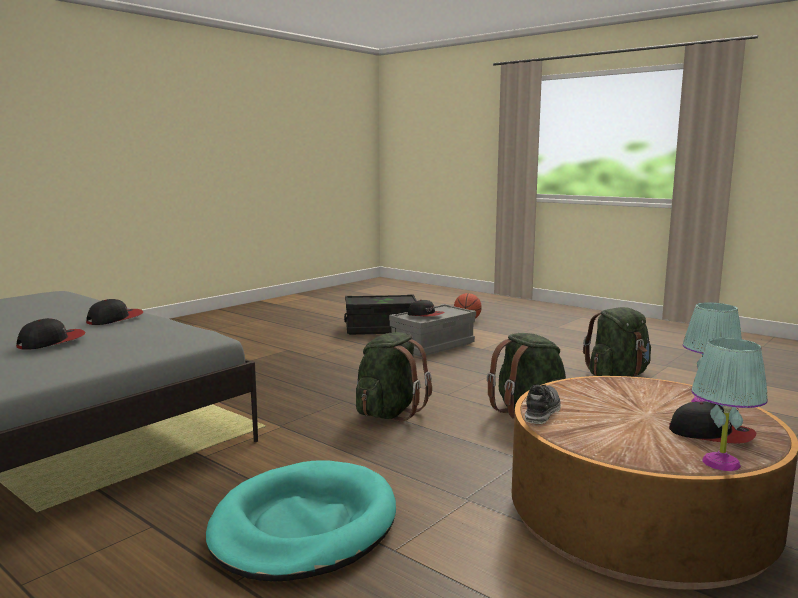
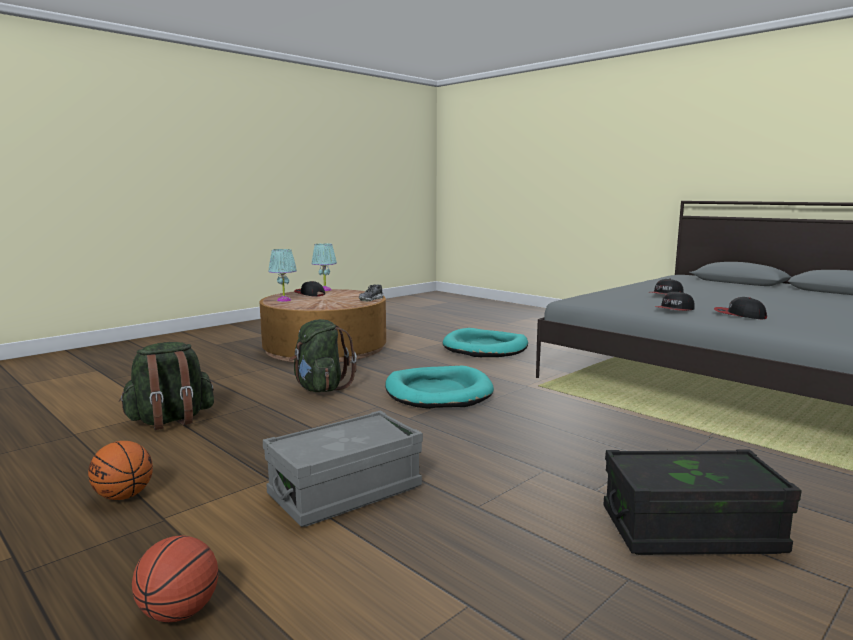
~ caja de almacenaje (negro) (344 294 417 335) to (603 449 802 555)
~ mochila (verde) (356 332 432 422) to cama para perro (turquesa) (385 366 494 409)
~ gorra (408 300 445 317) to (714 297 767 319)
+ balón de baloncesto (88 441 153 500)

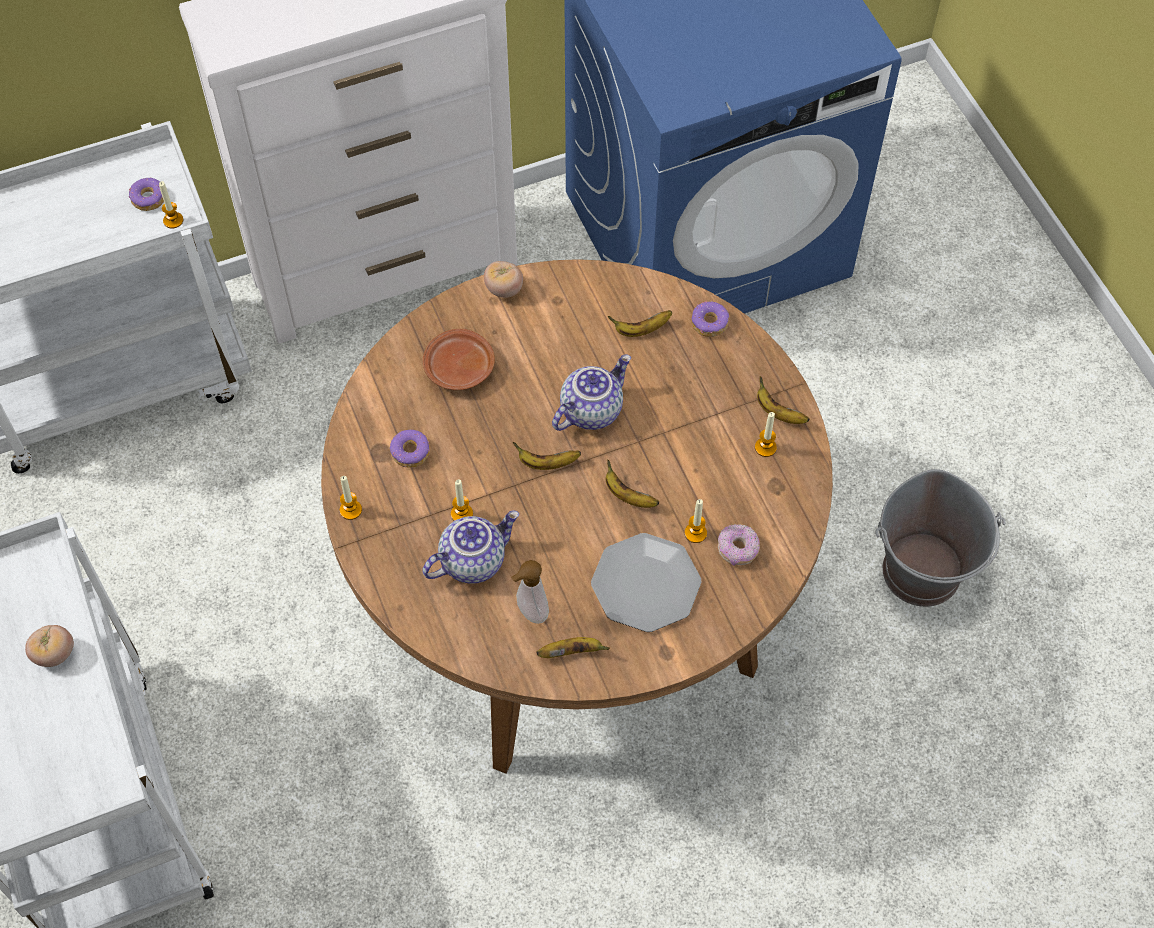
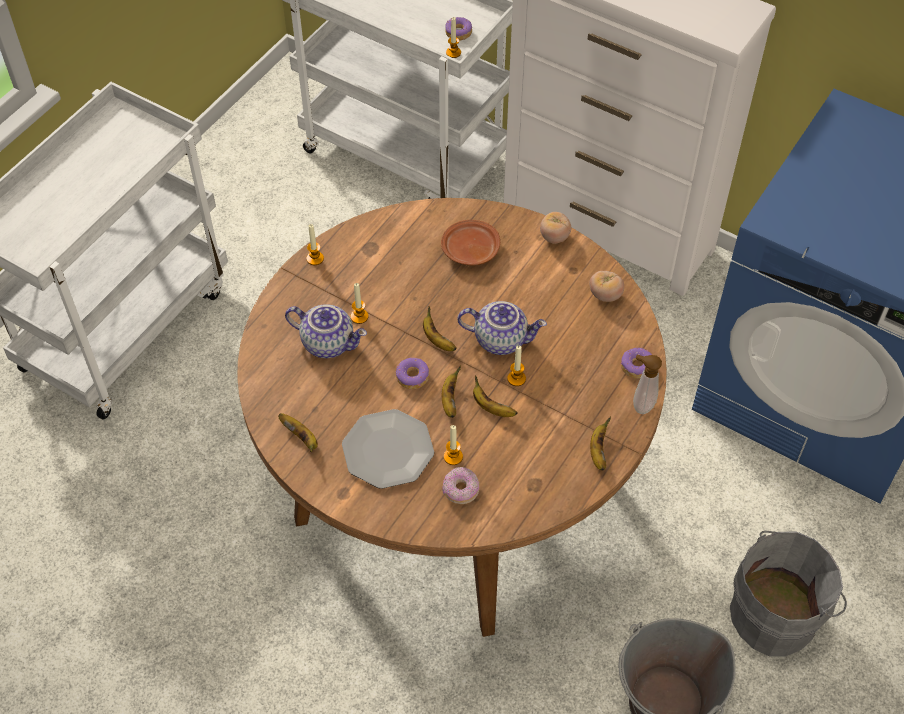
~ tomate (25 625 74 667) to (589 271 624 302)
~ rosquilla (390 430 430 468) to (395 358 429 389)
~ dispensador de jabón (511 560 549 624) to (633 355 662 414)
~ plátano (608 310 672 337) to (473 375 518 417)
~ vela (755 412 777 457) to (507 346 526 386)
+ cubo (gris) (730 531 847 657)

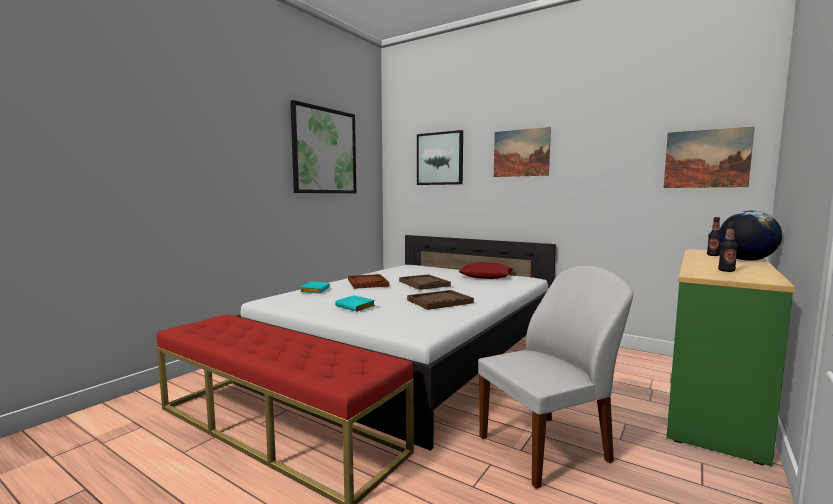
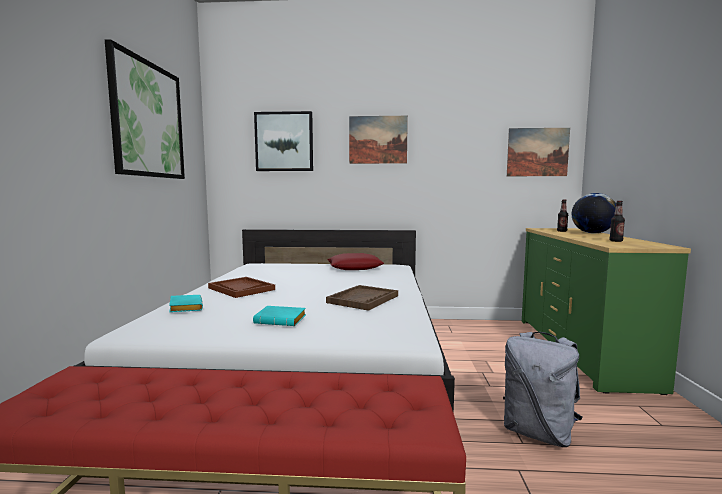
- bandeja (marrón) (399 274 451 290)
~ silla (blanco) (478 266 633 489) to mochila (gris) (503 332 583 447)

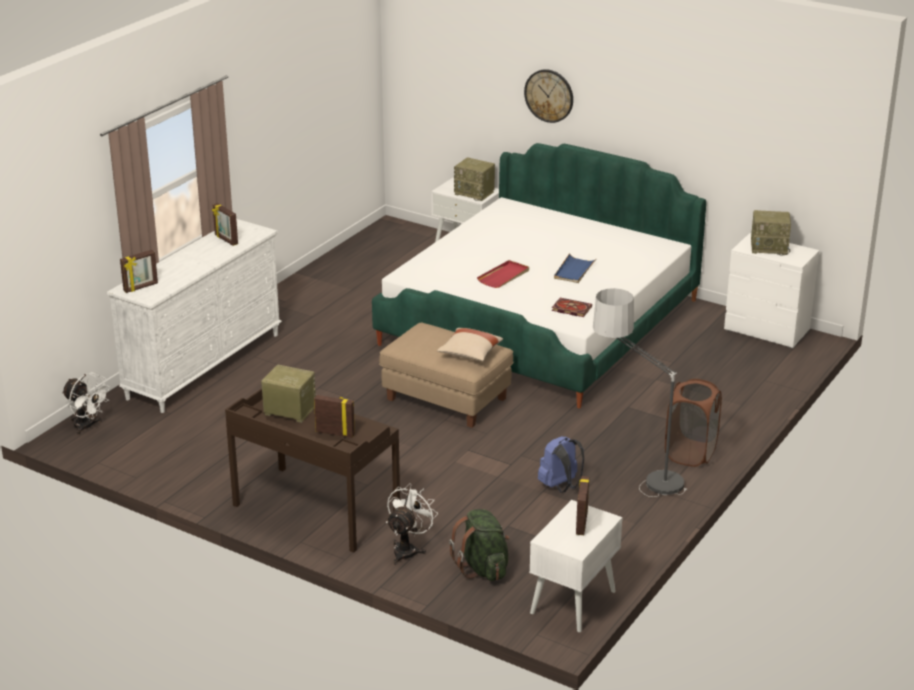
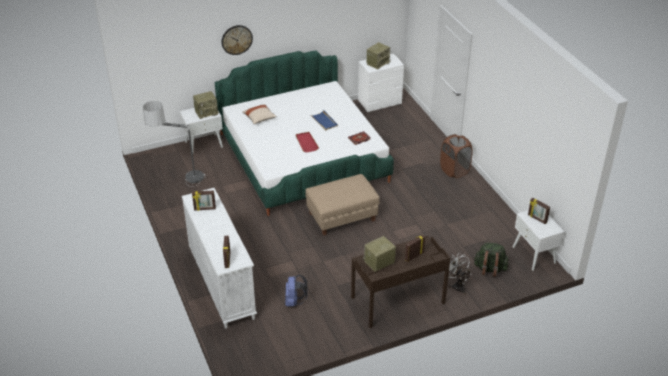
- ventilador (blanco) (62 373 111 435)
~ cojín (beis) (437 328 503 361) to (242 104 277 124)
~ mochila (azul) (538 436 584 493) to (285 275 307 306)
~ lámpara de pie (593 288 687 497) to (143 101 206 187)

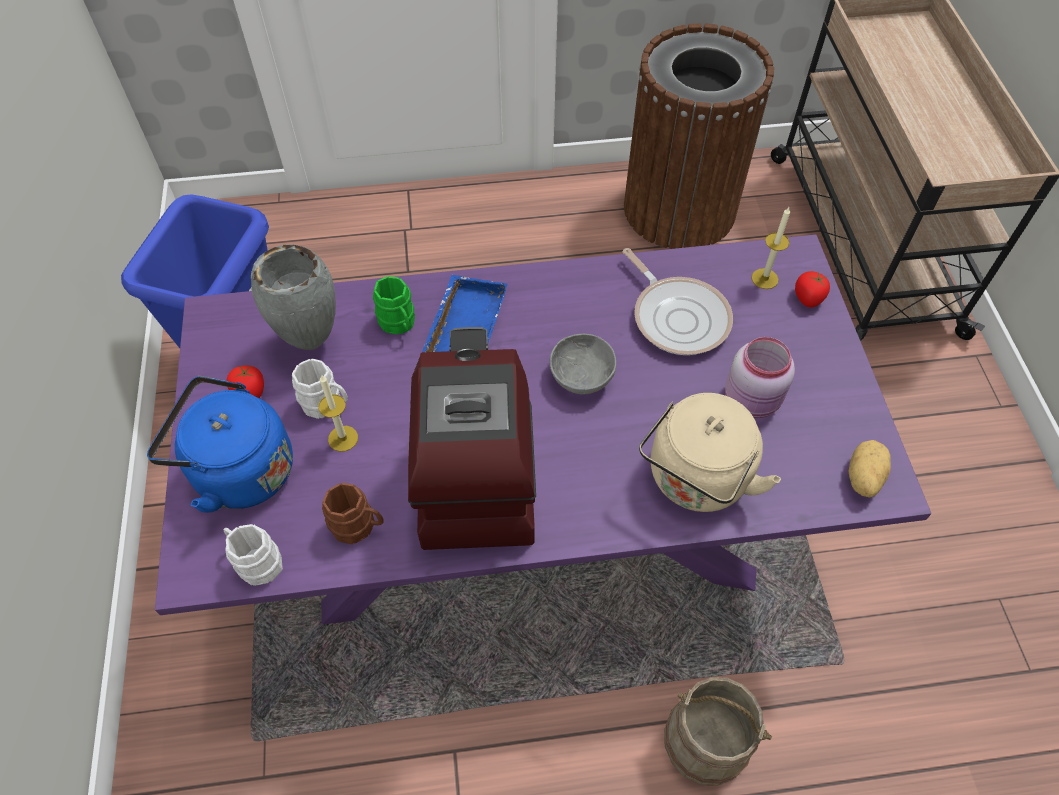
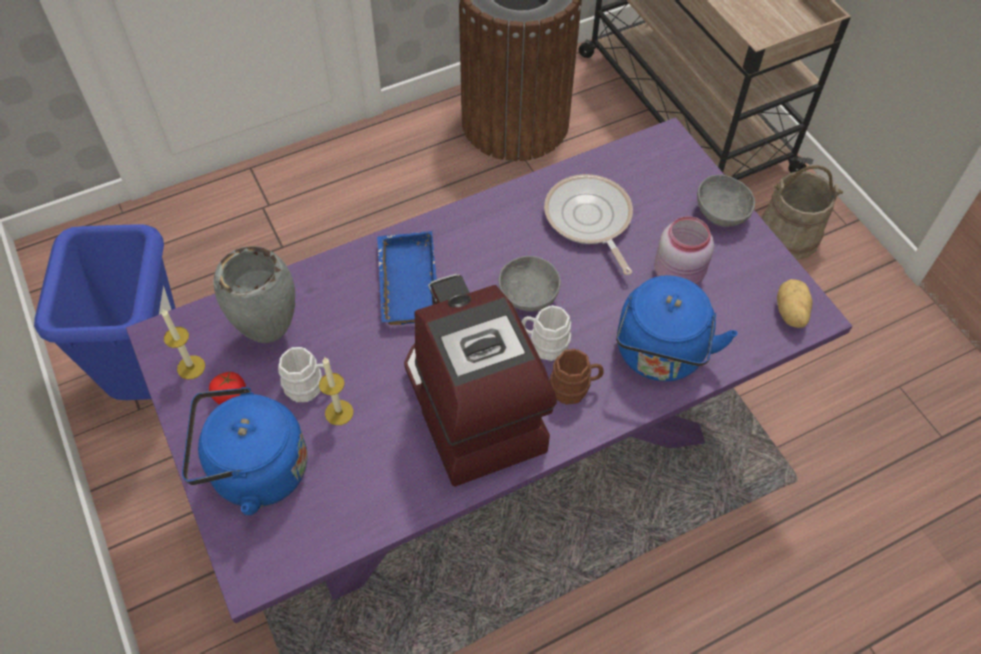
~ taza grande (blanco) (224 524 283 586) to (521 305 571 361)
~ taza grande (marrón) (322 483 384 544) to (550 349 604 405)
- taza grande (verde) (373 276 415 334)
~ sartén (623 248 733 355) = (544 174 633 275) 150 degrees counterclockwise
~ hervidor (beis) (639 393 781 512) to hervidor (azul) (616 275 738 381)
~ cubo (beis) (664 677 772 786) to (762 165 843 260)
~ vela (751 207 790 289) to (161 309 205 380)
- tomate (795 271 830 308)
+ cuenco (gris) (697 175 755 227)

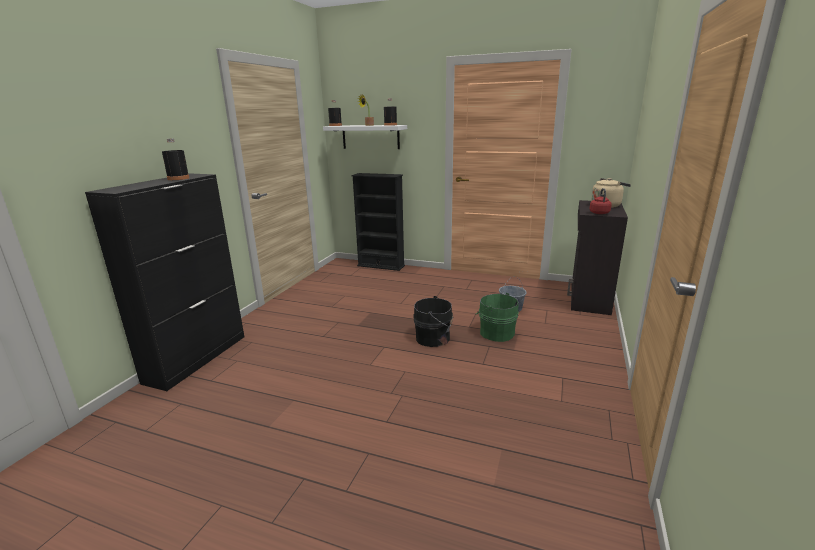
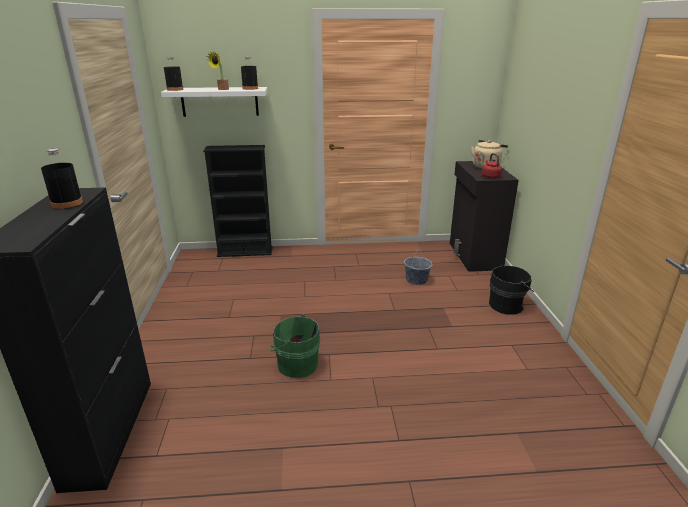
~ cubo (negro) (414 296 453 347) to (489 264 534 315)
~ cubo (verde) (476 293 519 342) to (270 315 320 378)

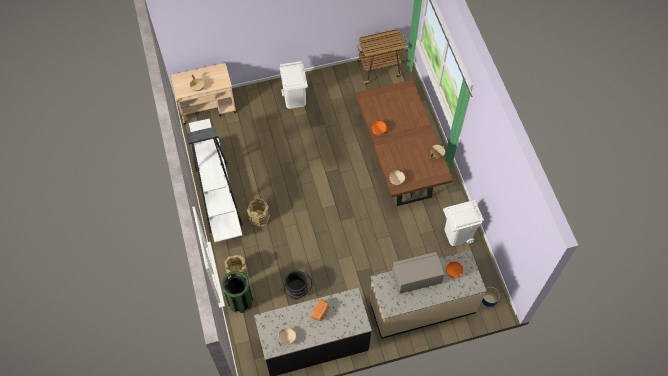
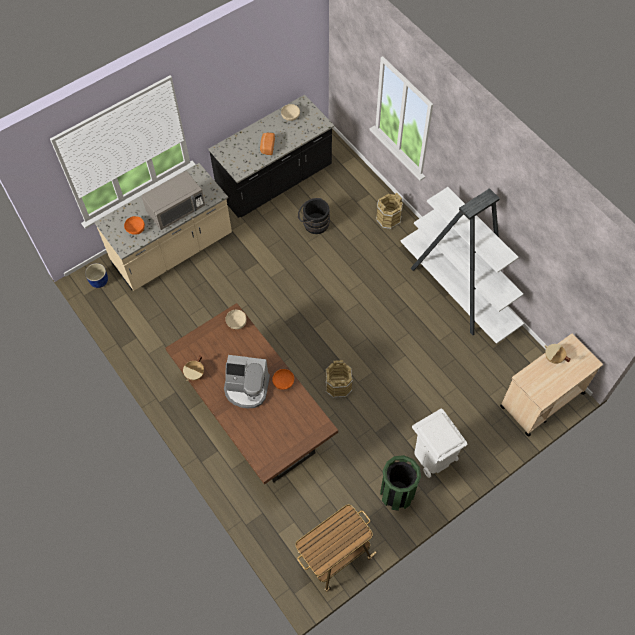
~ papelera (verde) (221 271 253 313) to (380 455 421 511)
~ cubo (marrón) (247 197 270 227) to (326 360 353 398)
- papelera (blanco) (443 200 484 246)
+ cafetera (224 355 270 408)

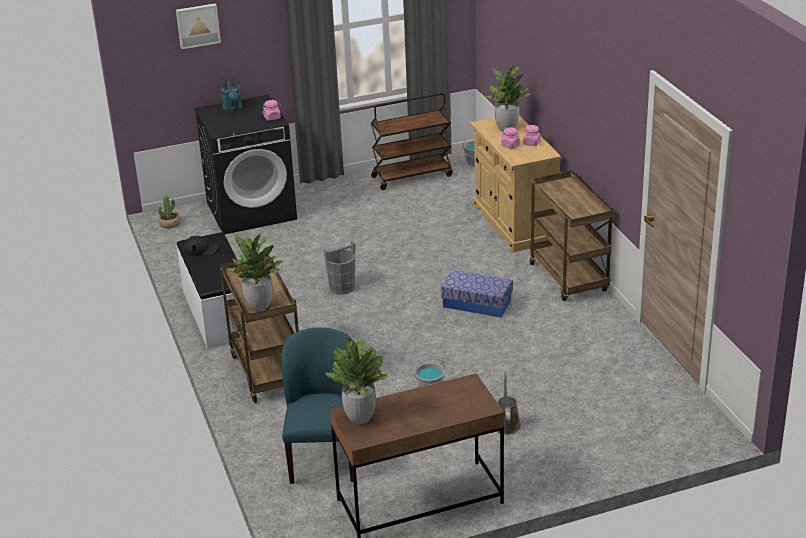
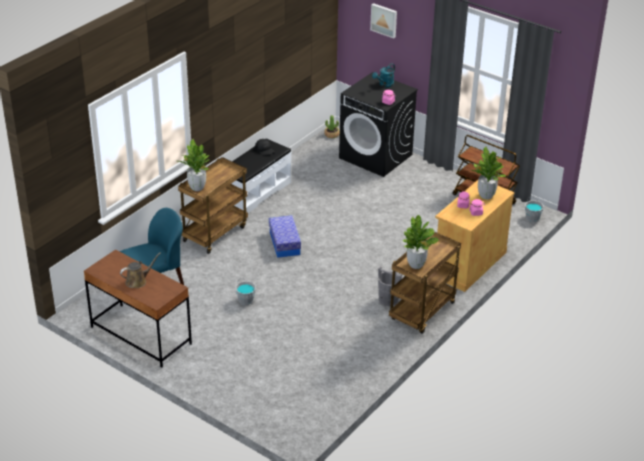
~ cubo (gris) (323 241 356 295) to (378 266 402 306)
~ planta en maceta (326 338 389 424) to (402 214 439 269)
~ caja de almacenaje (441 270 513 318) to (269 215 301 258)
~ regadera (marrón) (496 372 521 435) to (120 252 161 288)

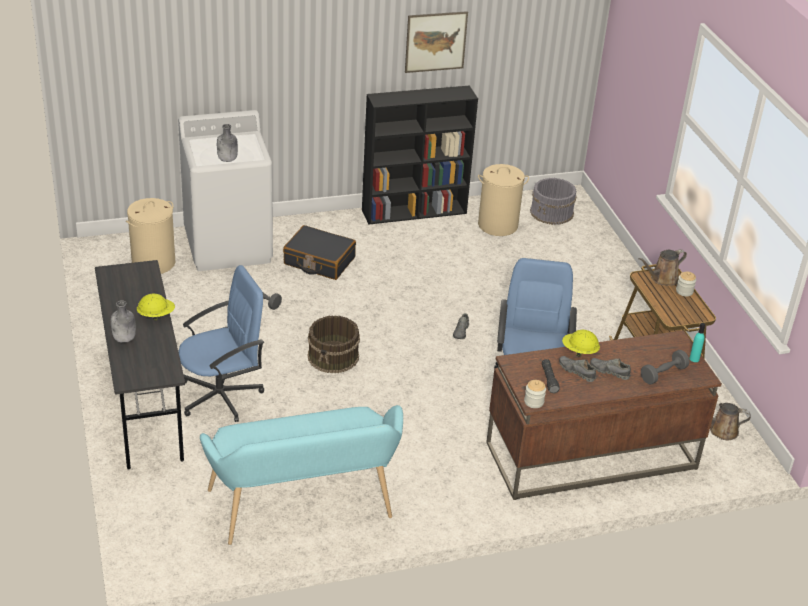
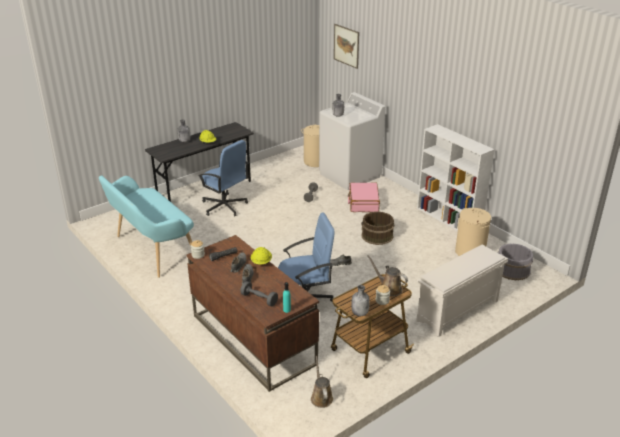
~ maleta (negro) (283 225 356 280) to maleta (rosa) (348 183 380 212)
~ cubo (marrón) (308 315 360 373) to (361 211 394 245)
~ estantería (negro) (362 85 478 225) to estantería (blanco) (417 124 494 231)
~ cuadro (405 11 468 73) to (334 24 359 69)
+ botella (gris) (351 285 370 316)
+ zapatero (blanco) (416 245 508 337)

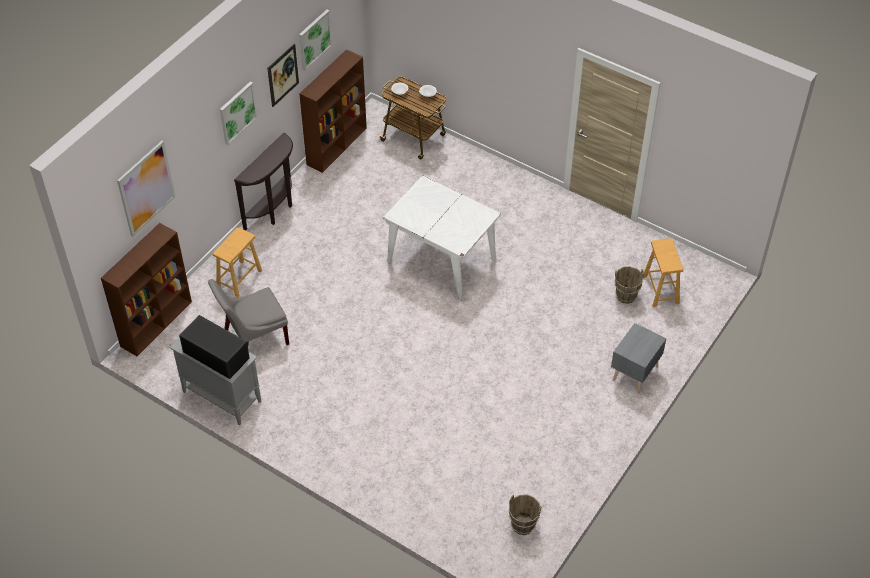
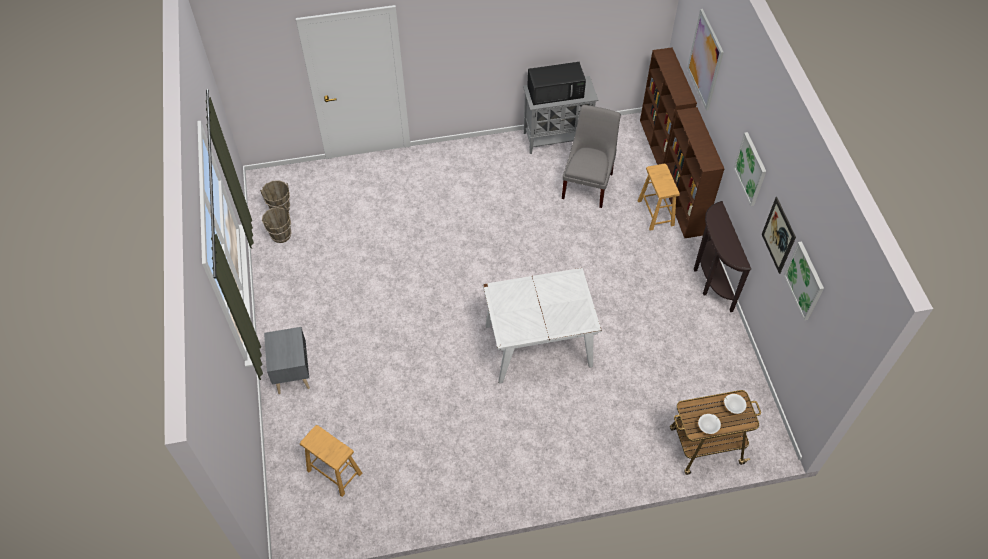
~ estantería (marrón) (299 49 367 173) to (665 107 724 238)
~ cubo (marrón) (615 266 644 304) to (262 206 291 243)

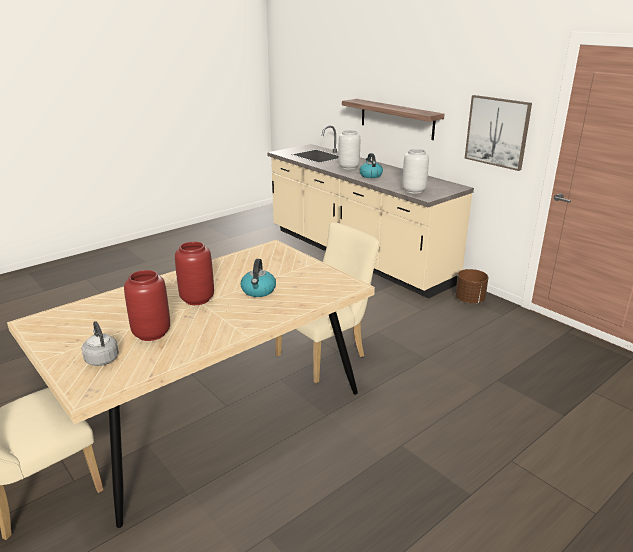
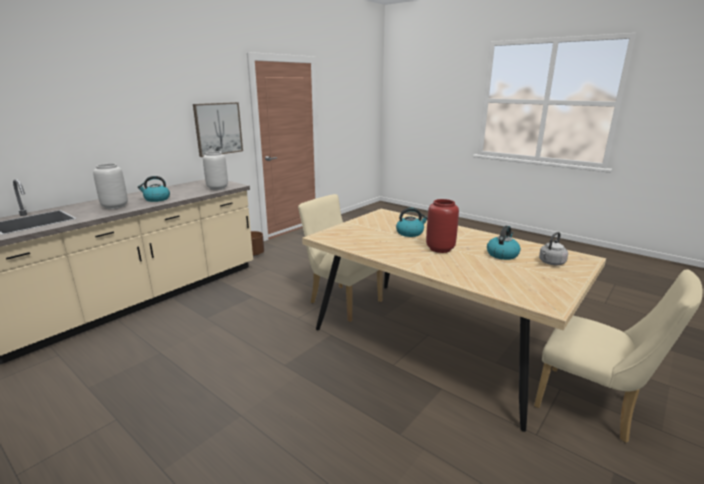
~ florero (rojo) (124 270 170 341) to hervidor (487 226 521 260)
- estante (342 99 444 140)

